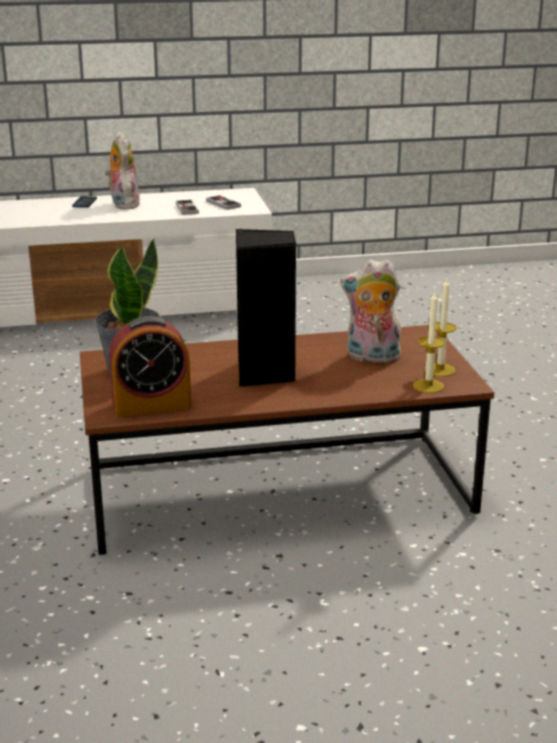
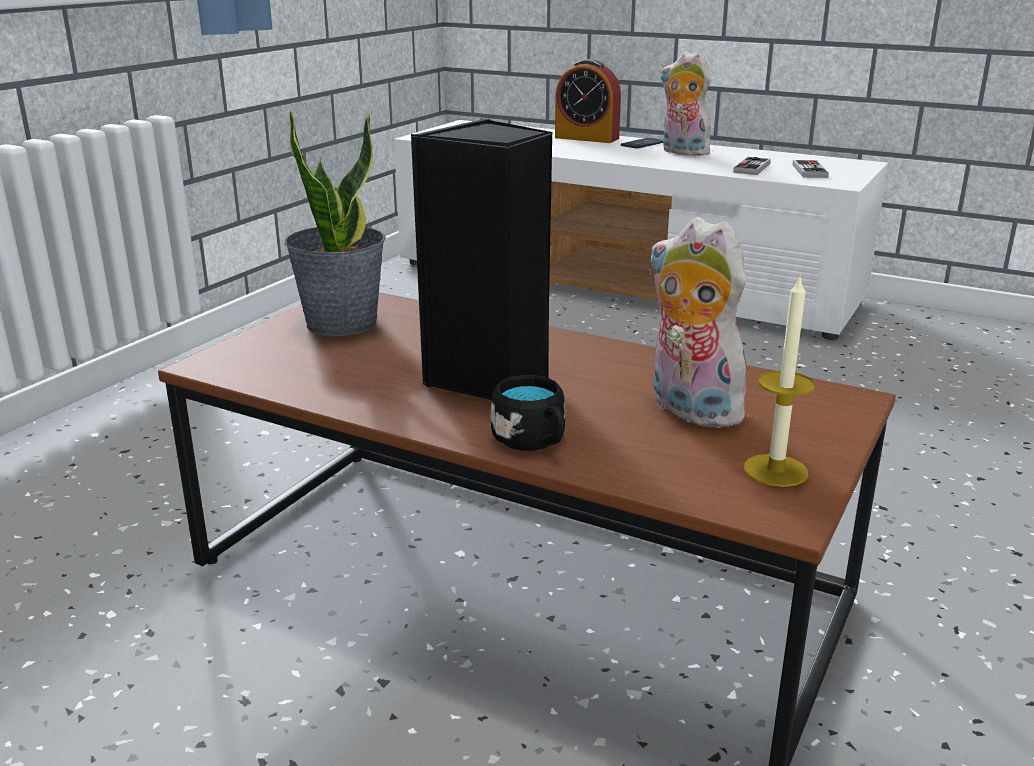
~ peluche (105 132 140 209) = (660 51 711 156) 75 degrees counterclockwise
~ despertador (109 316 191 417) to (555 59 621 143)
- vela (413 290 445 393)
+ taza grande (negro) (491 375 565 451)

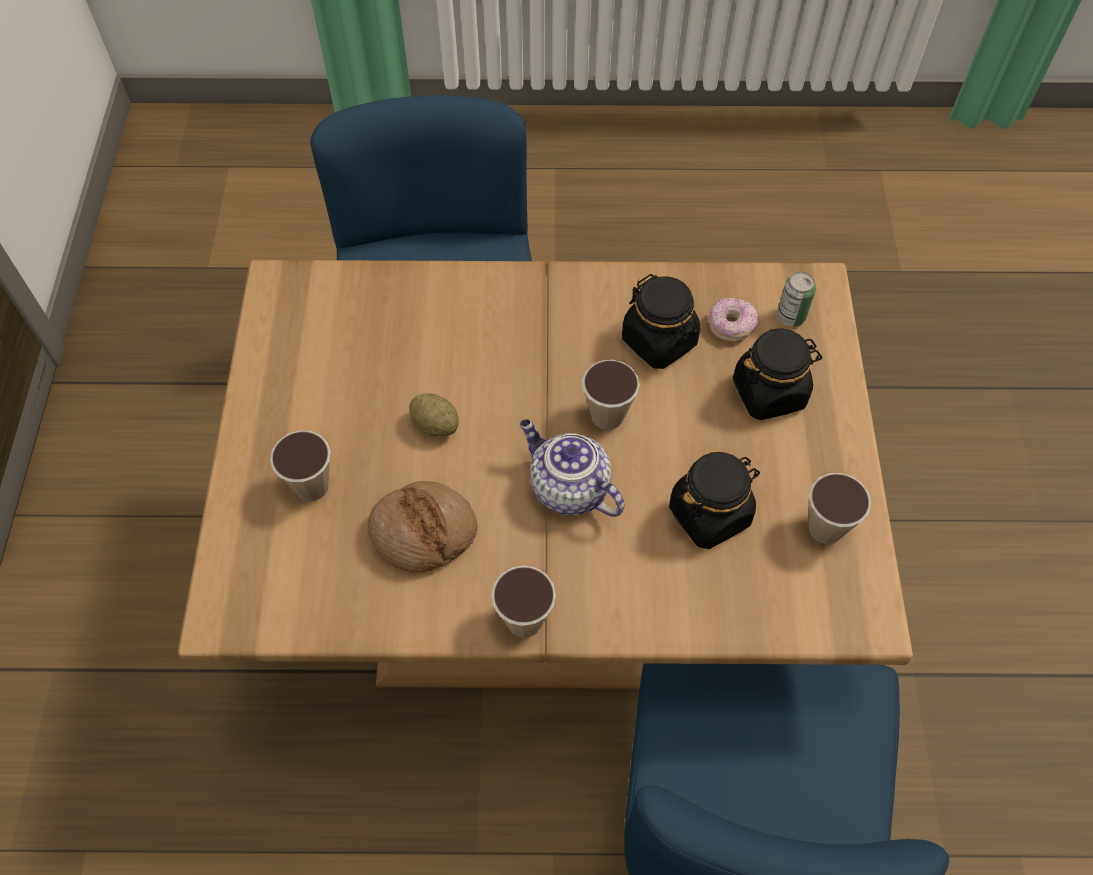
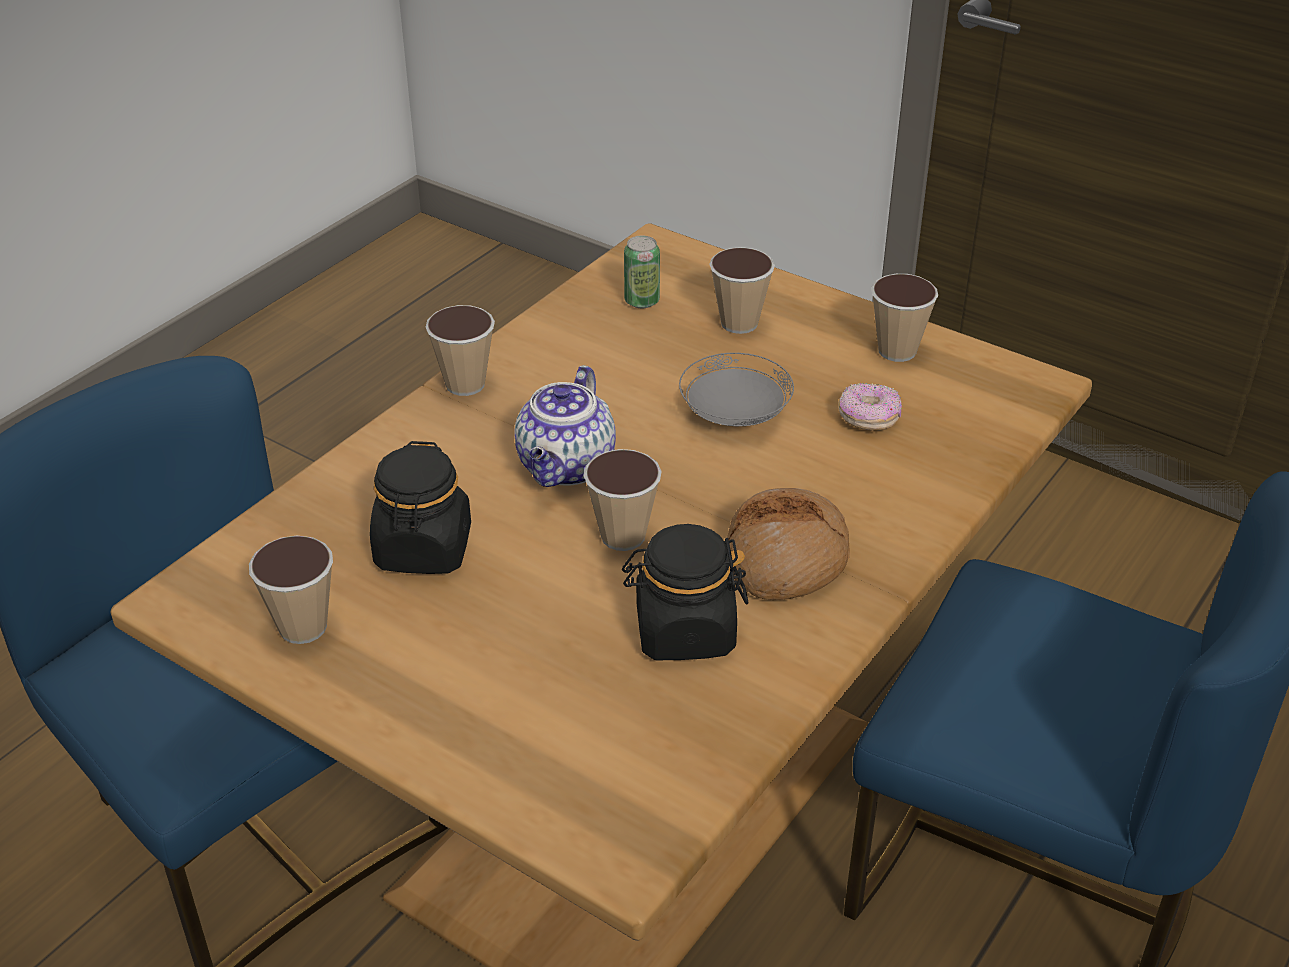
~ pan (368 481 477 572) to (727 488 850 600)
~ patata (409 393 459 437) to plato (gris) (679 353 794 426)
~ tetera (520 419 625 517) = (514 365 616 487) 120 degrees clockwise
~ rosquilla (709 298 758 341) to (838 383 902 431)
- tarro (negro) (733 328 822 420)
~ lata (777 272 816 327) to (624 235 660 308)
+ taza (871 274 938 362)

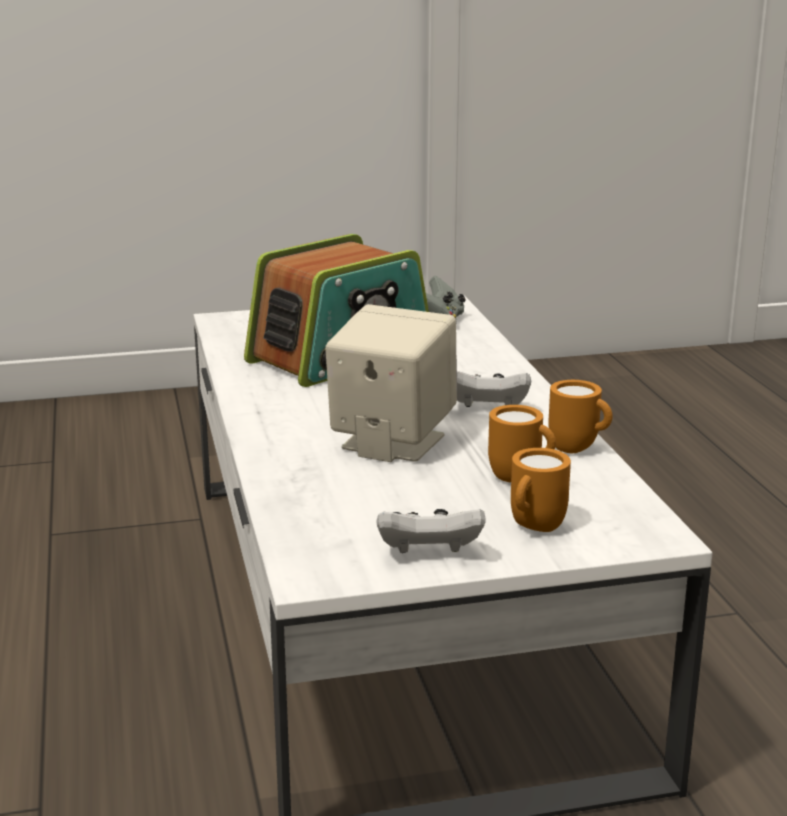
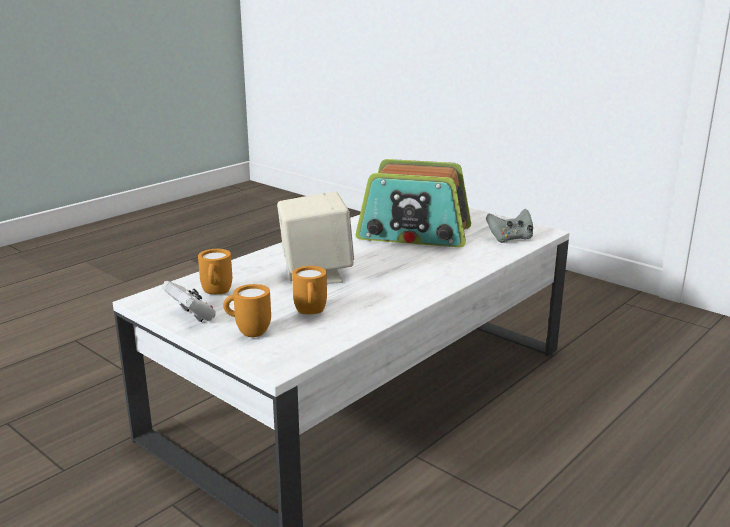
- mando de consola (blanco) (457 371 531 407)
~ taza grande (naranja) (548 380 613 453) to (198 249 232 294)

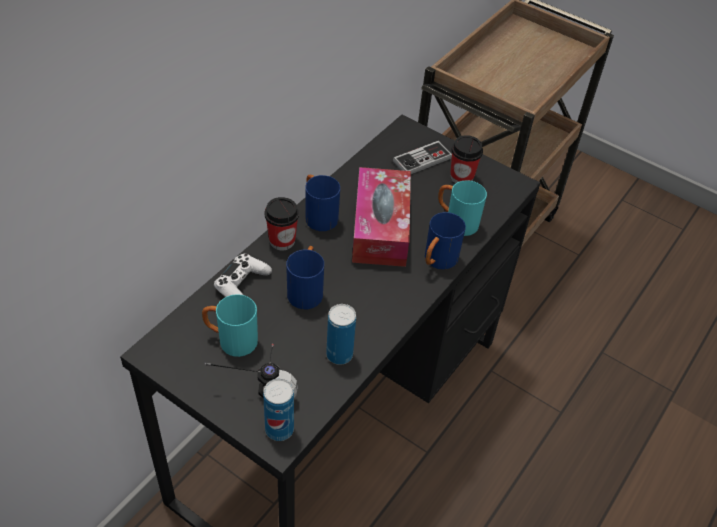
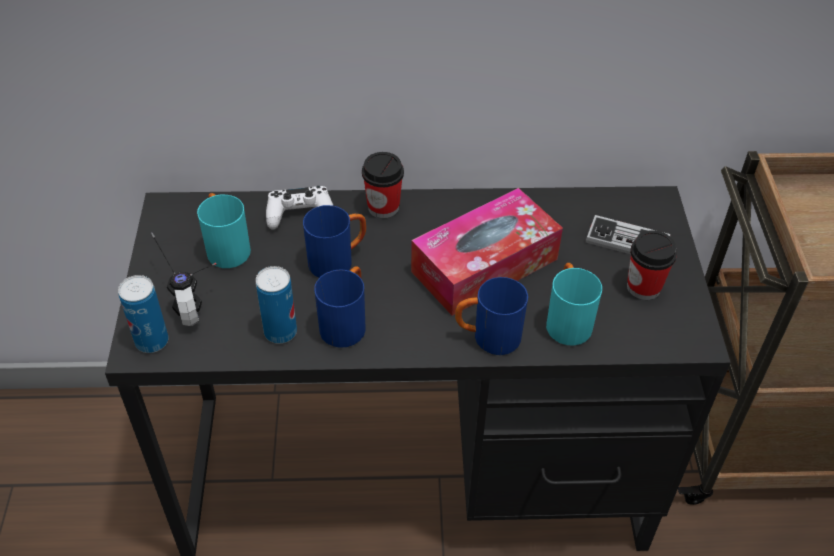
~ taza grande (azul) (305 175 340 231) to (314 266 366 348)

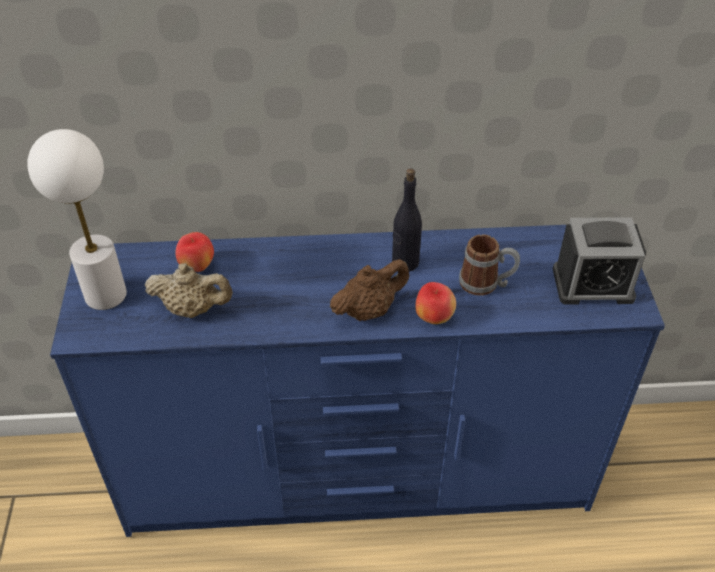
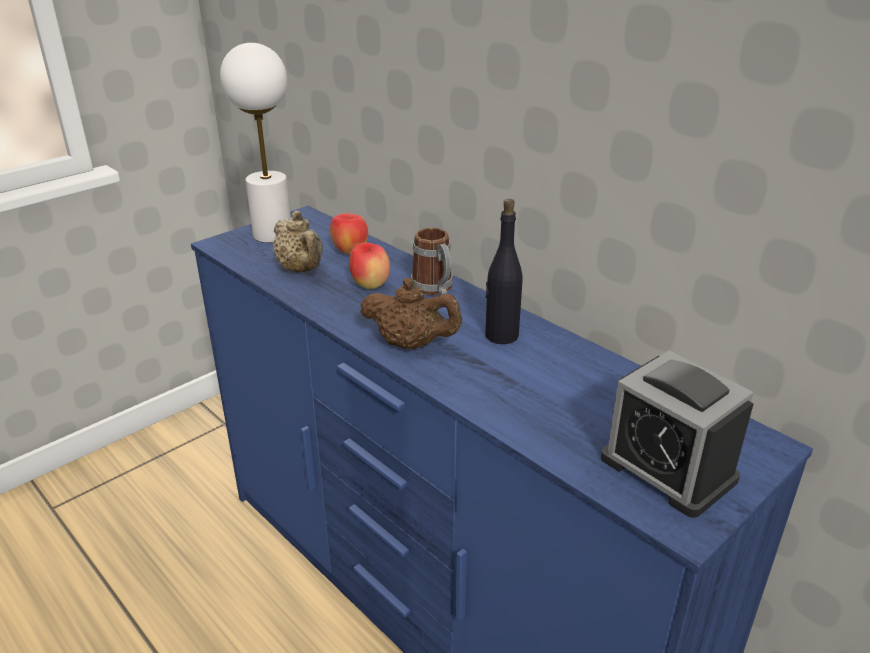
~ manzana (415 282 456 324) to (349 243 390 289)
~ taza grande (459 234 520 296) to (411 228 453 295)

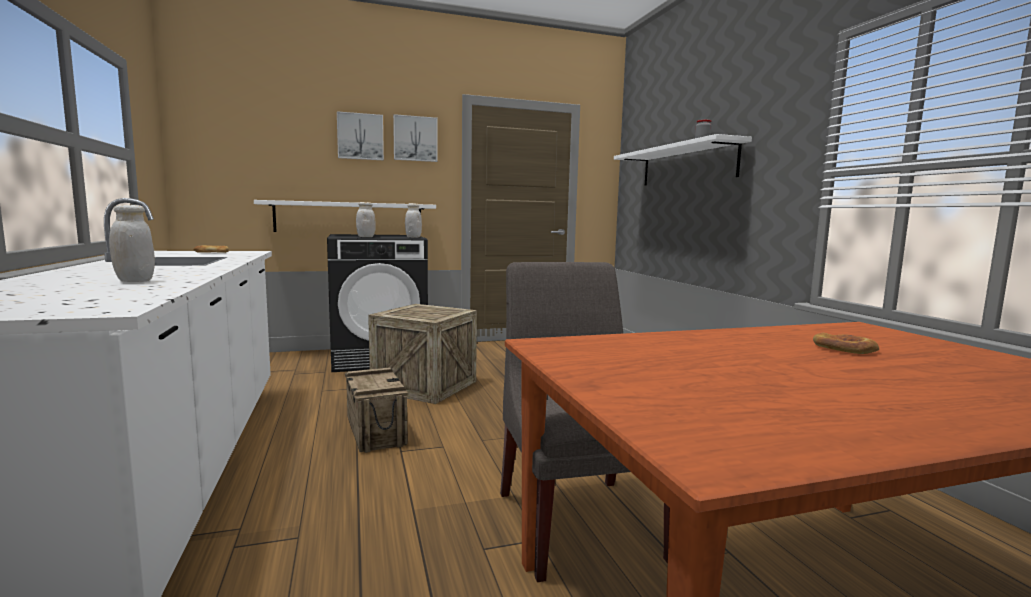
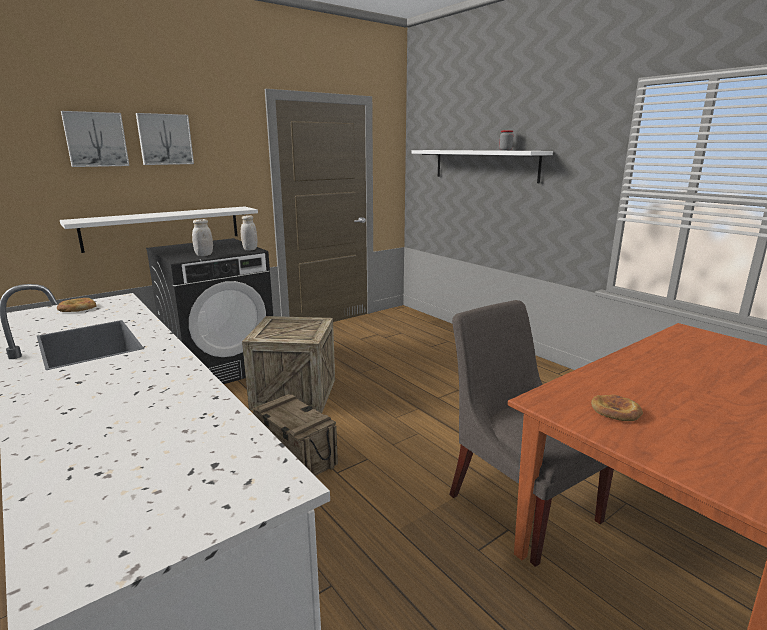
- tarro (blanco) (109 205 155 282)
~ cuadro (393 114 437 162) to (61 111 129 167)
~ pan (813 333 879 354) to (591 395 643 421)

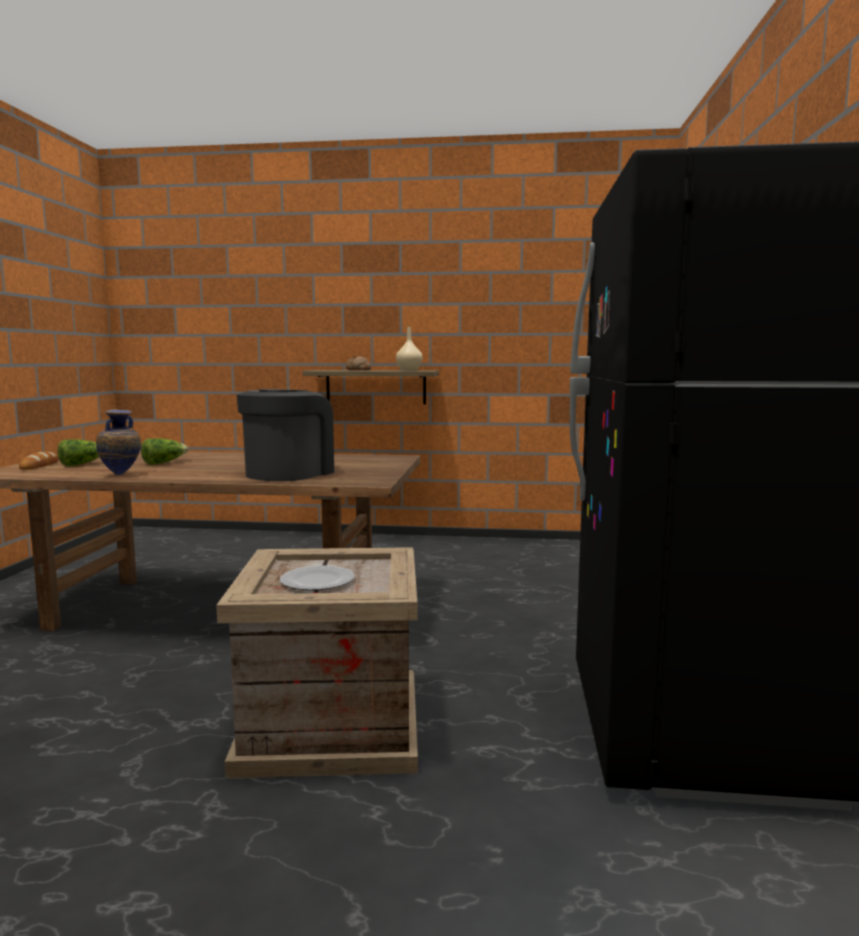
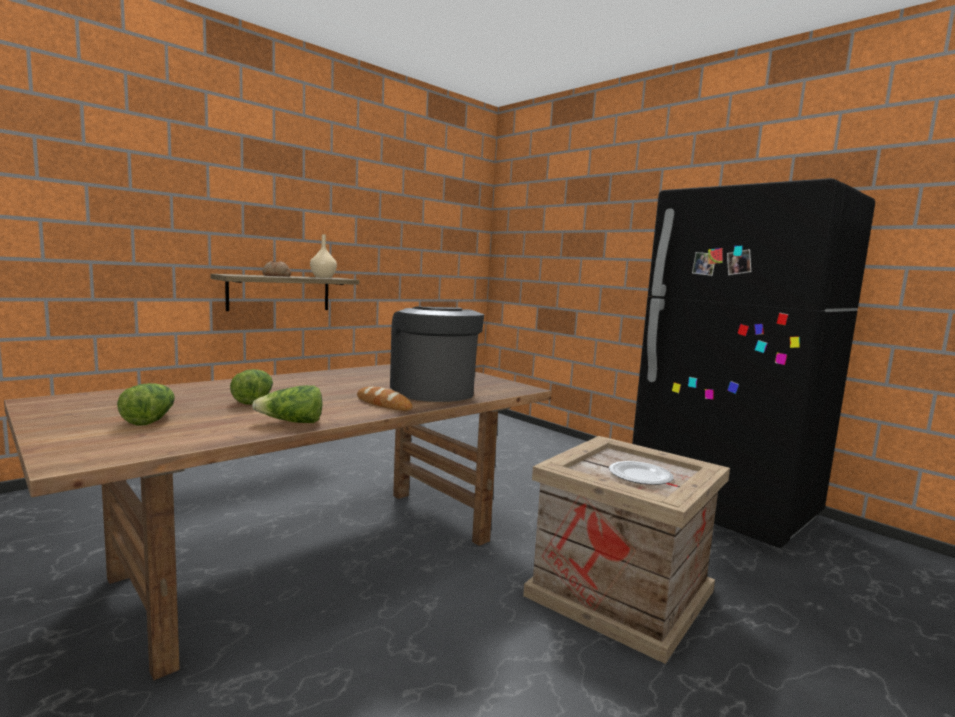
~ pan (19 452 59 470) to (357 386 412 411)
~ florero (96 409 141 475) to lechuga (252 385 323 423)

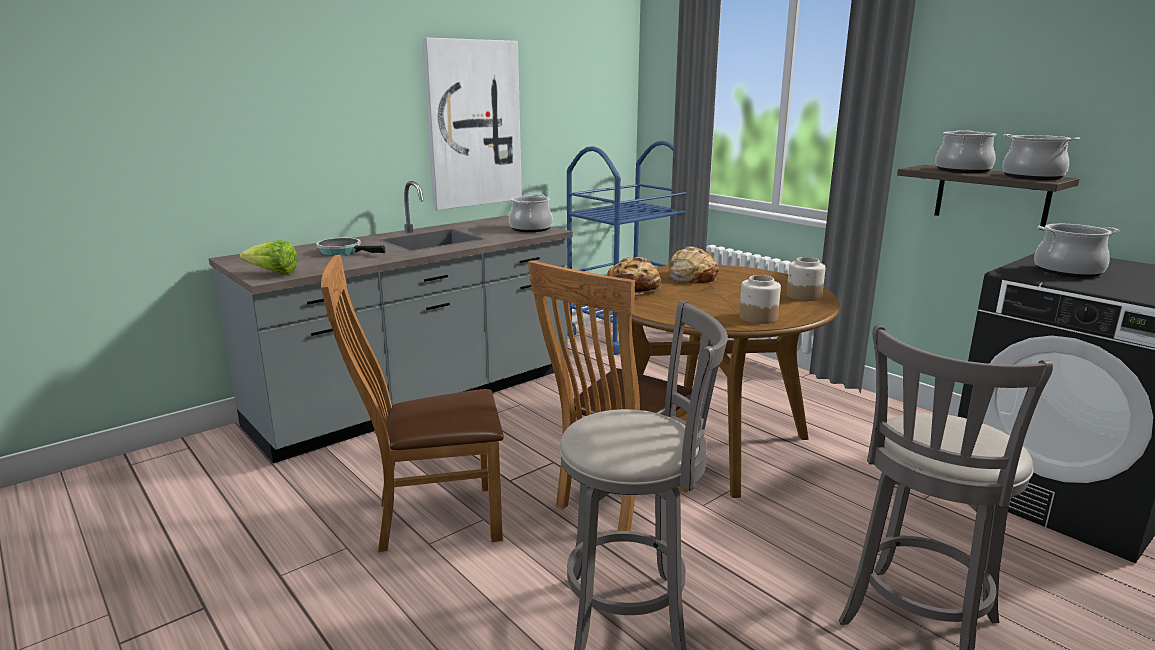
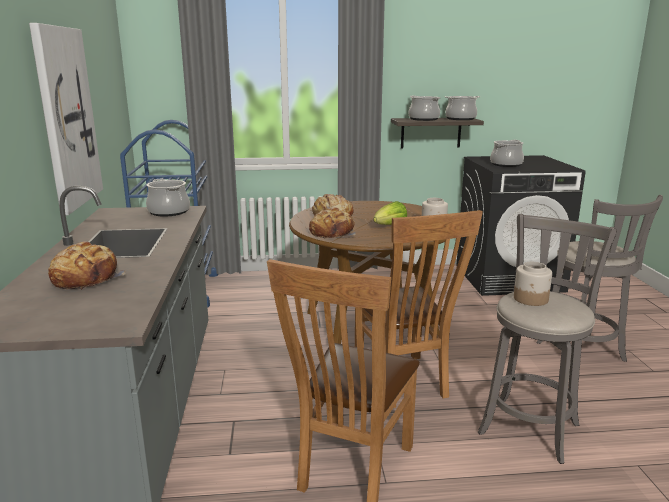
~ lechuga (240 240 298 275) to (373 201 407 225)
~ sartén (316 238 385 256) to pan (48 241 126 290)
~ tarro (787 257 826 301) to (514 262 552 306)

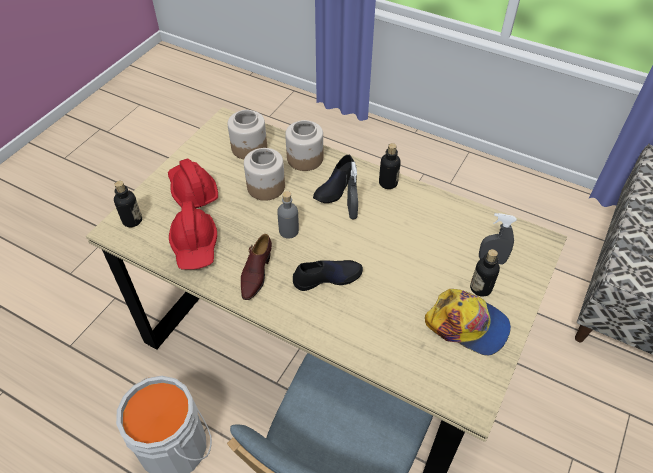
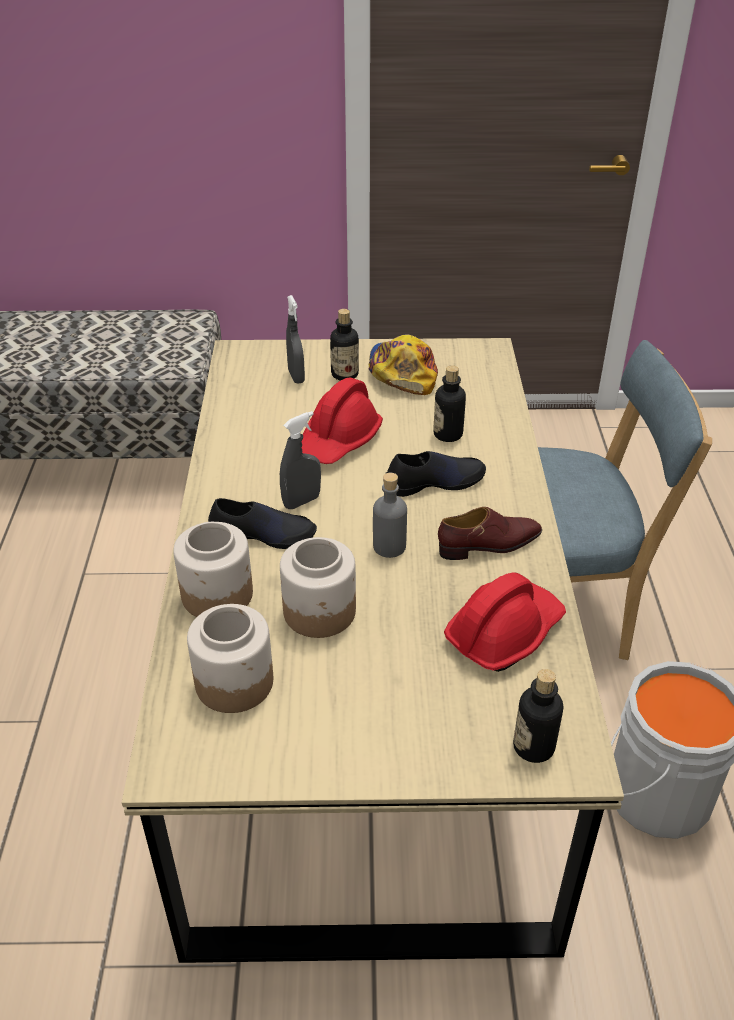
~ casco (rojo) (168 159 218 208) to (301 377 383 464)
~ zapato (negro) (293 260 363 291) = (386 451 486 497) 120 degrees clockwise
~ botella (379 143 401 189) to (433 365 466 442)

